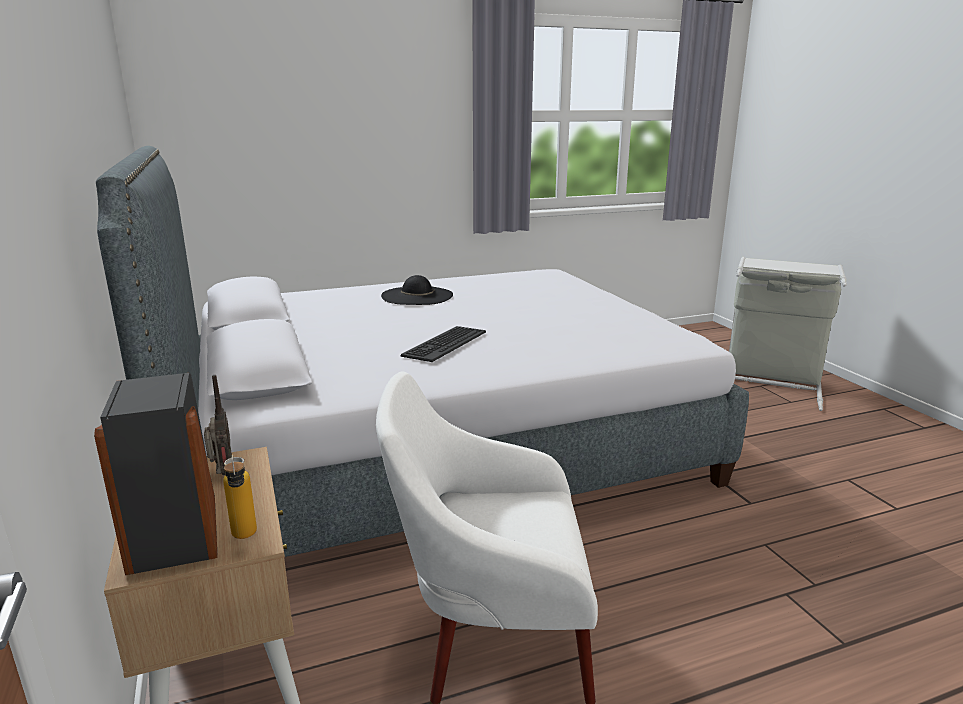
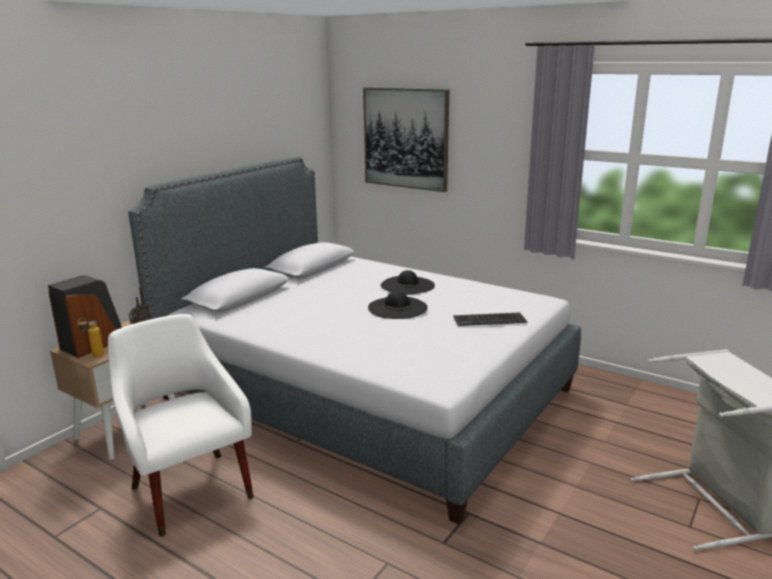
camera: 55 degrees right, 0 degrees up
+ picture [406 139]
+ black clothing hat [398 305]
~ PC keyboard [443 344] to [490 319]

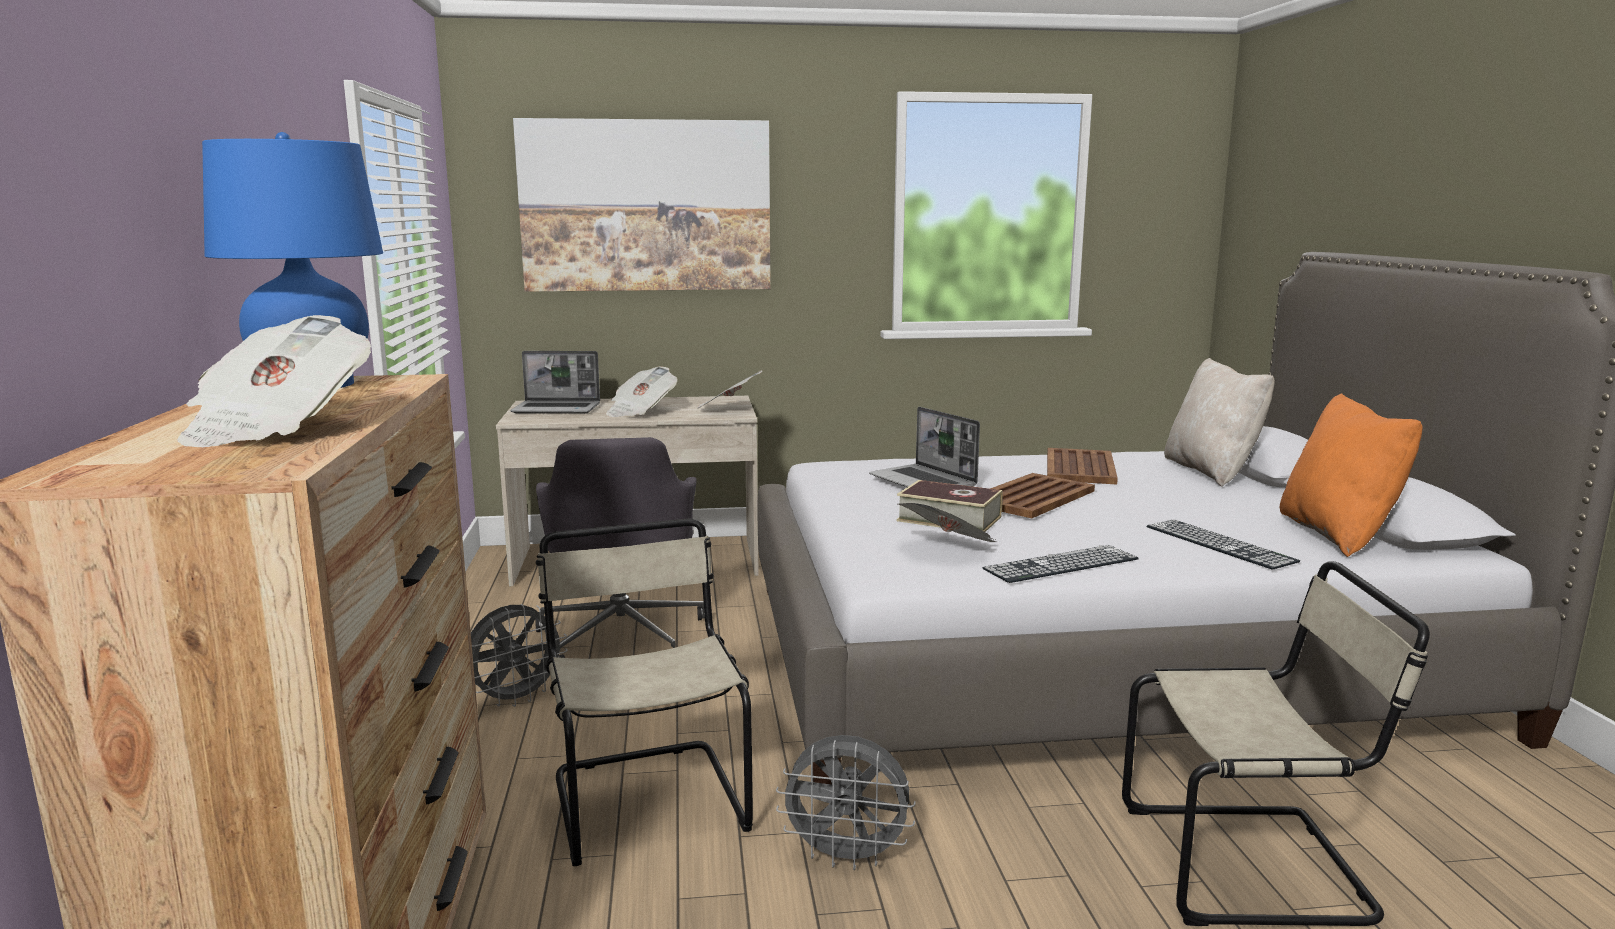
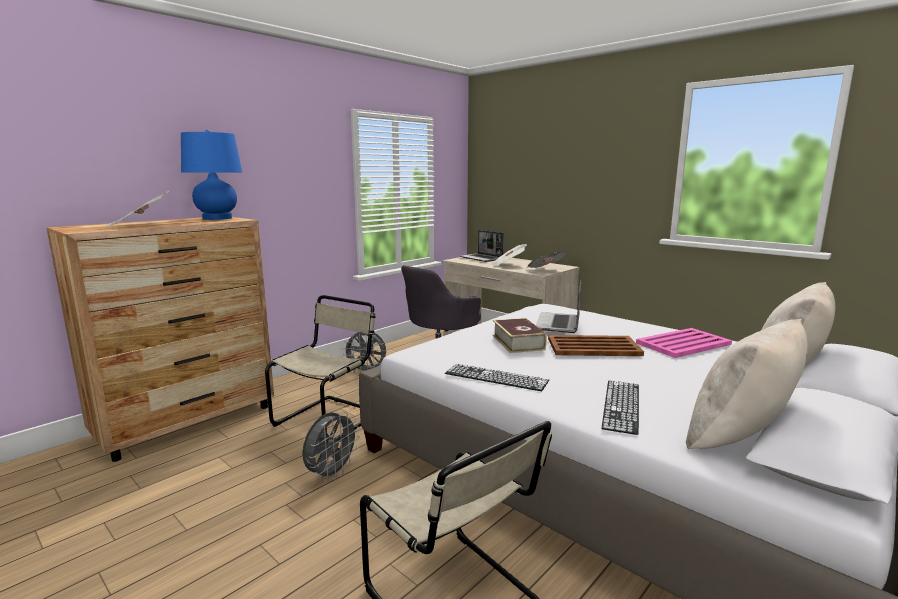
camera: 50 degrees right, 0 degrees up
~ gray electric fan [846 802] = [331 446] 120 degrees counterclockwise
~ brown-coloured serving tray [1082 466] to pink-coloured serving tray [684 343]
~ orangey pillow [1351 475] to beige-coloured pillow [747 384]
- picture [642 205]
- printed paper [947 522]

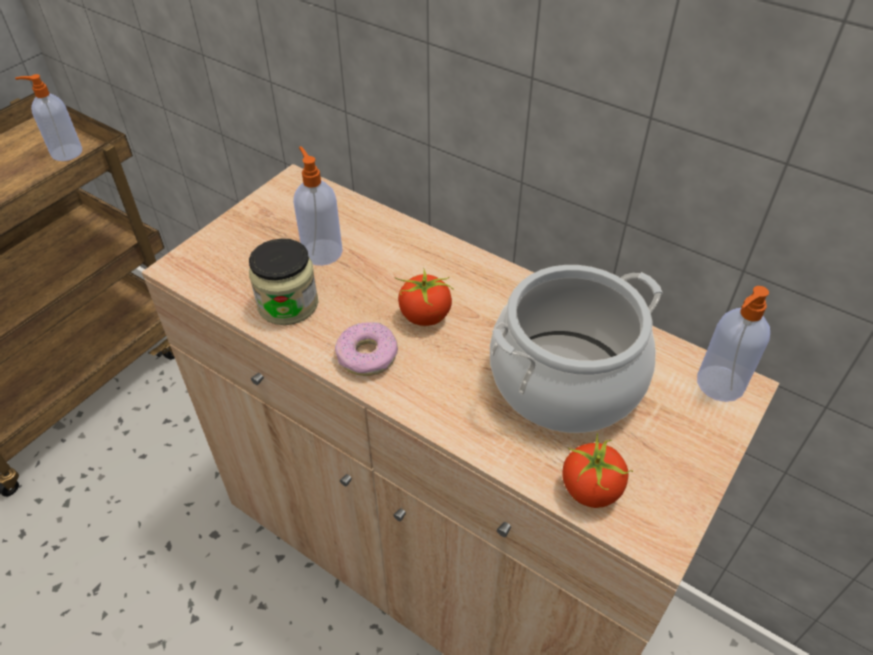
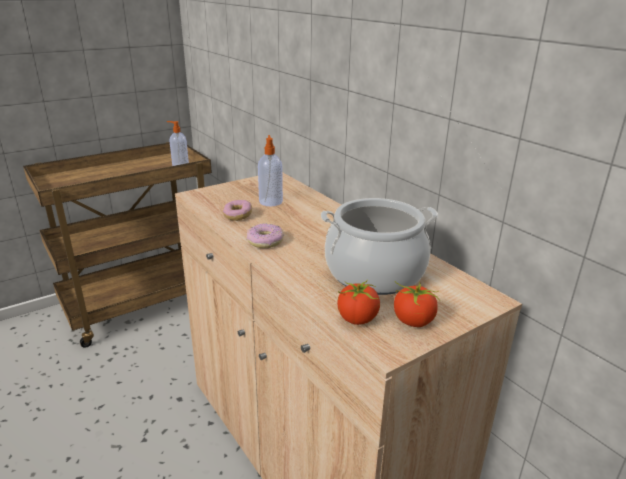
camera: 20 degrees right, 20 degrees down
~ preserve jar [283 282] to donut [237 210]
~ tomato [424 297] to [417 304]
- soap bottle [733 344]

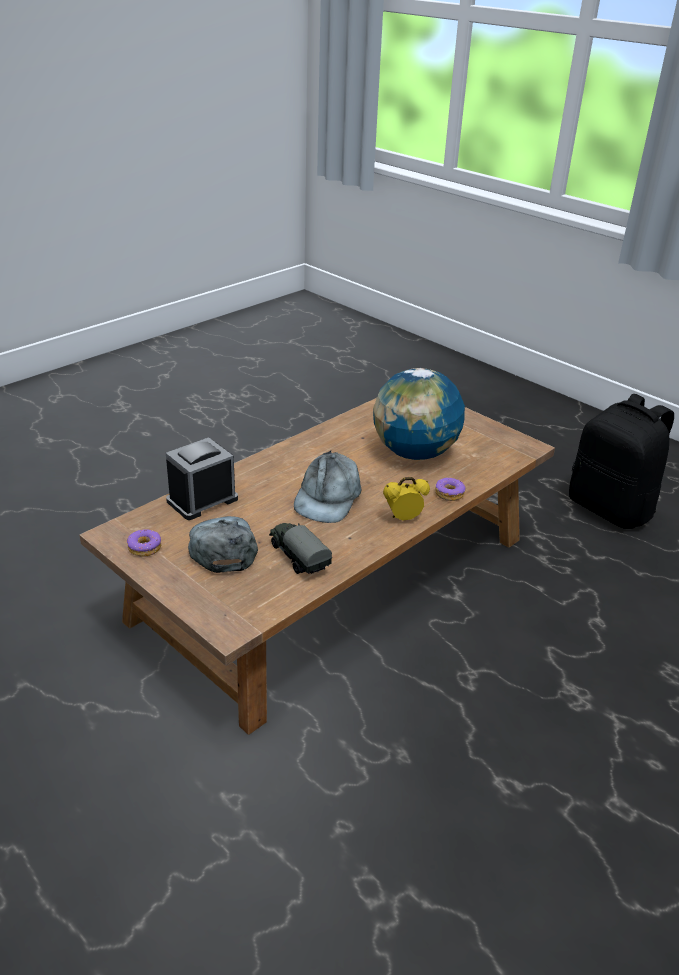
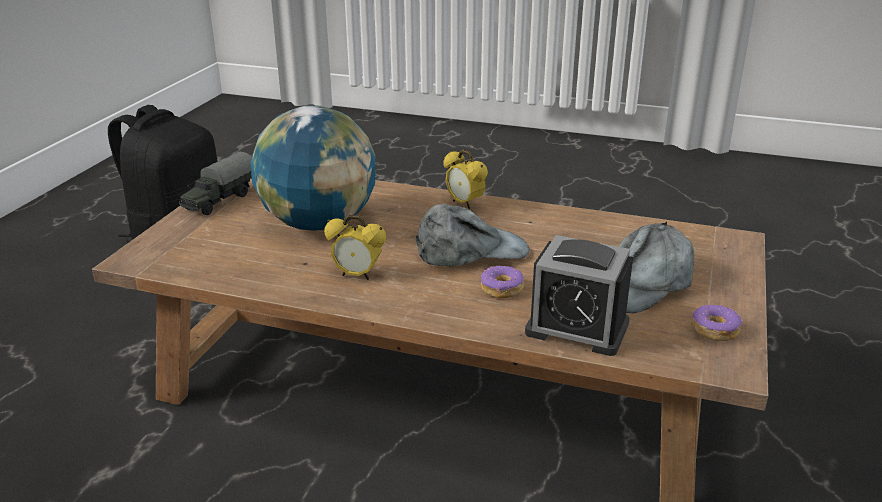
camera: 115 degrees left, 5 degrees down
~ toy truck [300 548] to [216 183]
+ alarm clock [355 247]
~ donut [450 489] to [502 282]

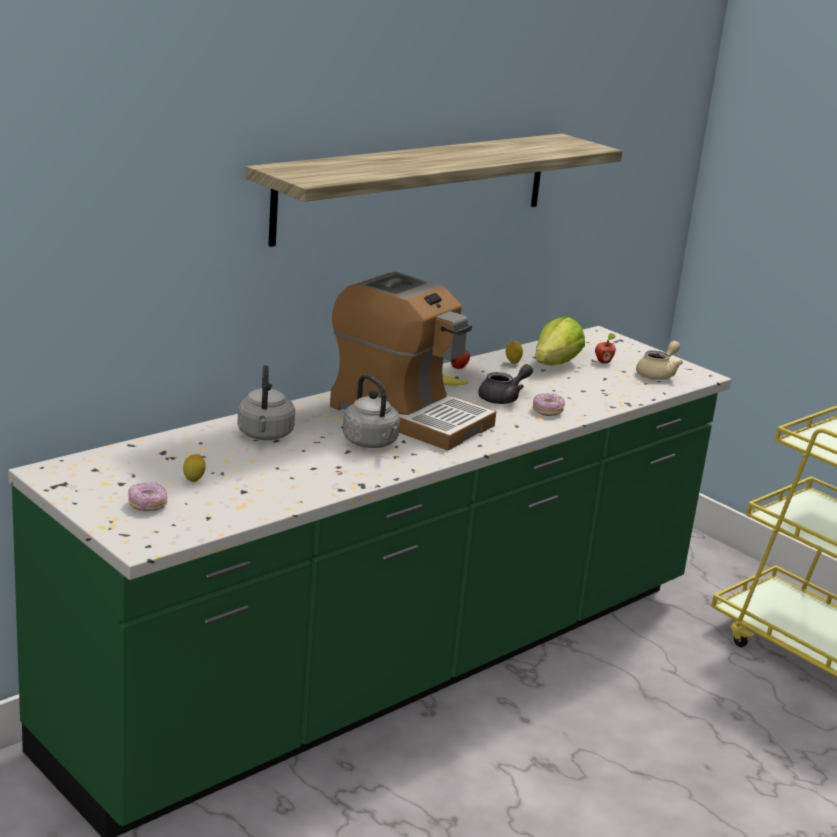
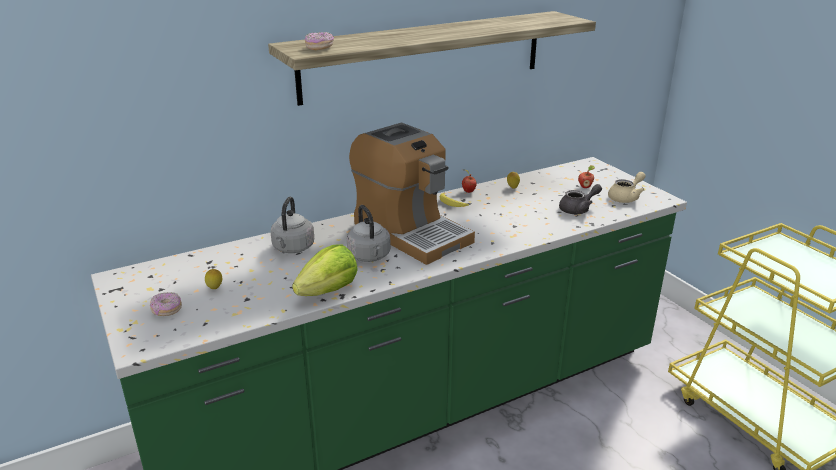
camera: 15 degrees right, 5 degrees up
~ lettuce head [560 341] to [325 270]
~ donut [549 404] to [319 41]
~ gray teapot [505 384] to [580 199]

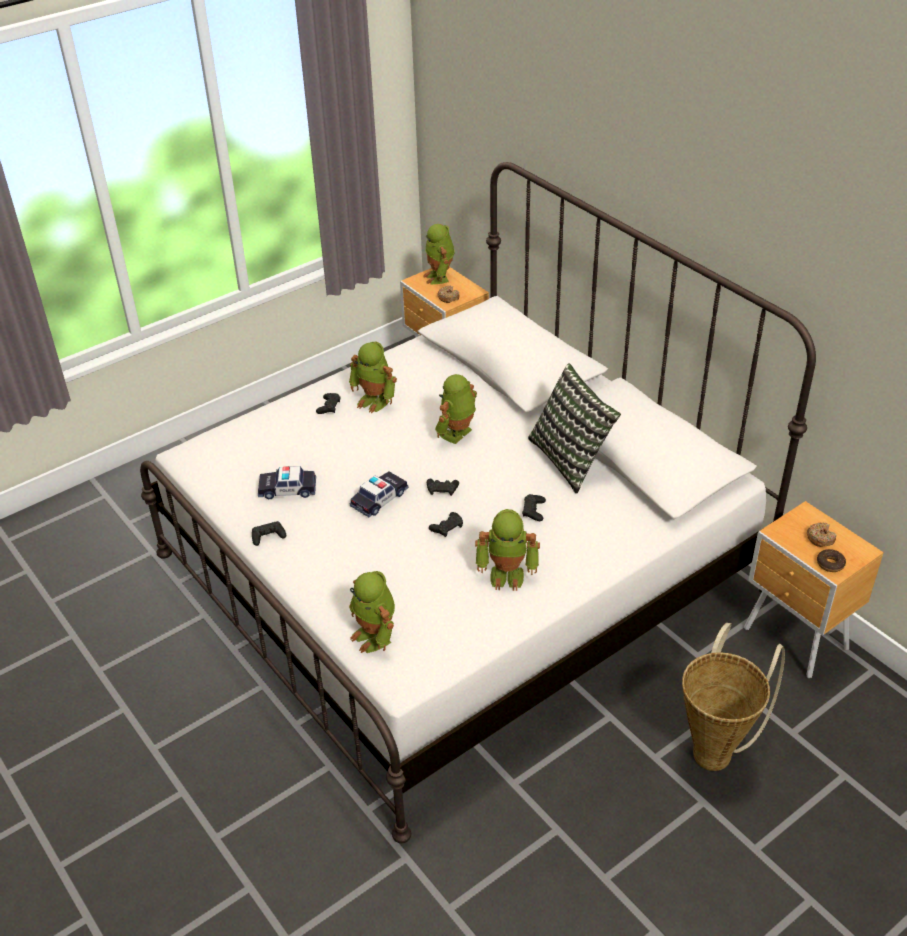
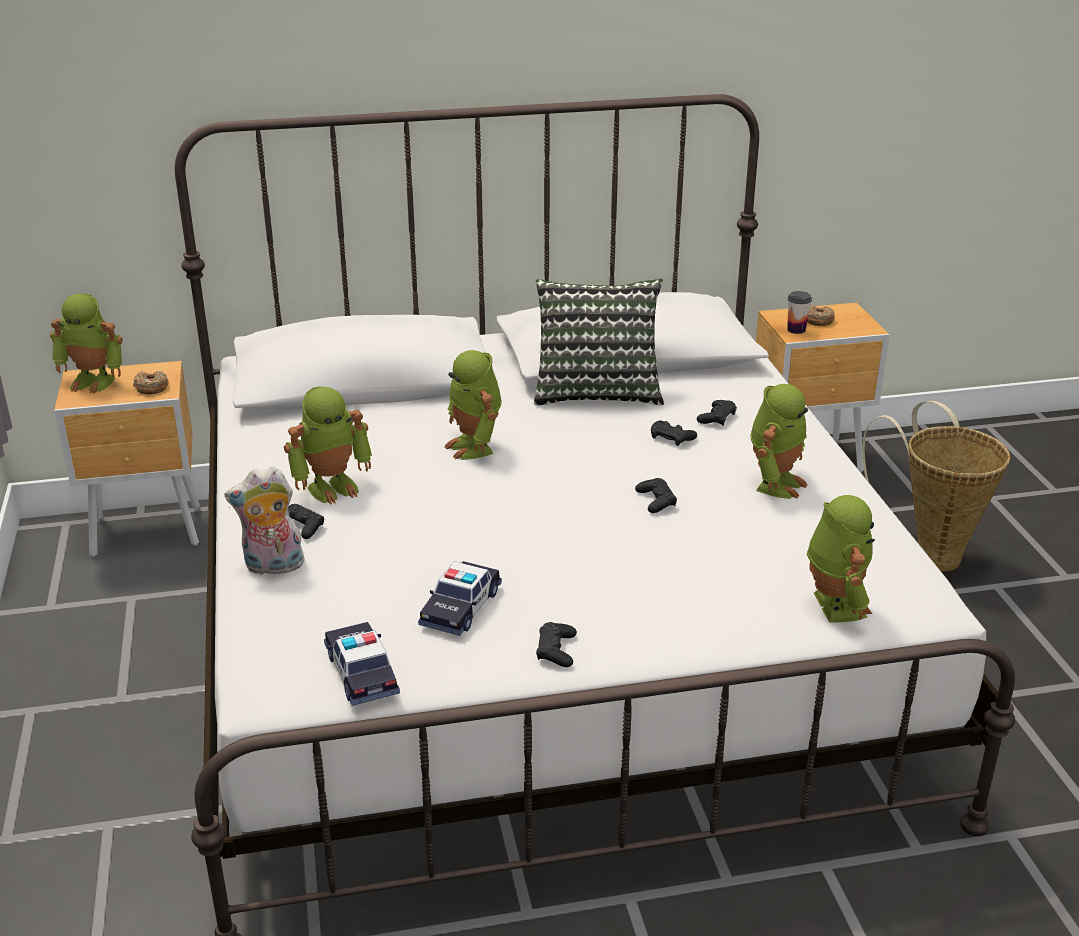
camera: 65 degrees left, 10 degrees down
+ plush toy [264 521]
~ miniature car [379 494] to [362 664]
~ black gamepad [443 487] to [717 413]
+ drinking cup [799 312]
~ robot figure [372 612] = [841 559] 90 degrees counterclockwise
- donut [831 560]

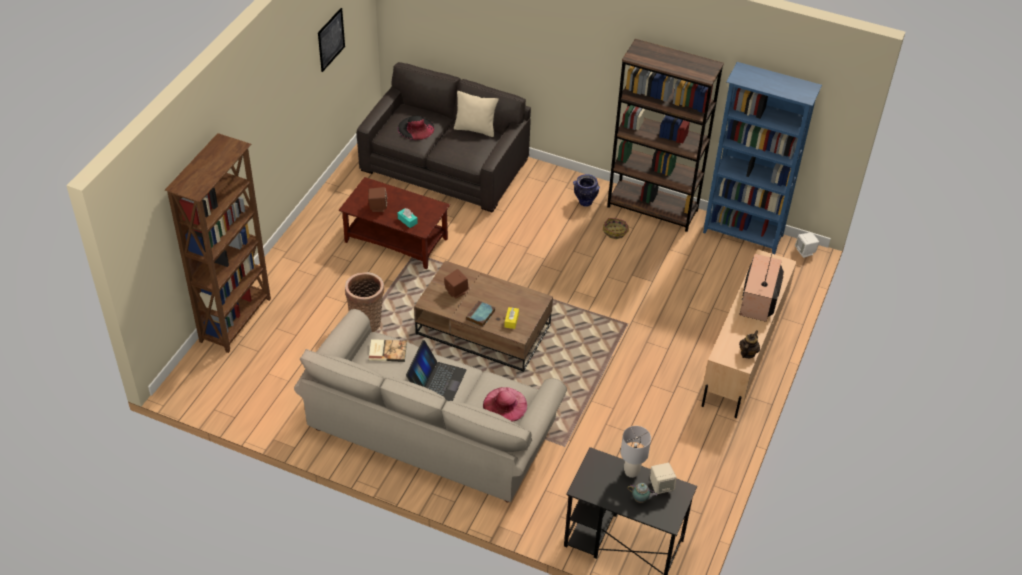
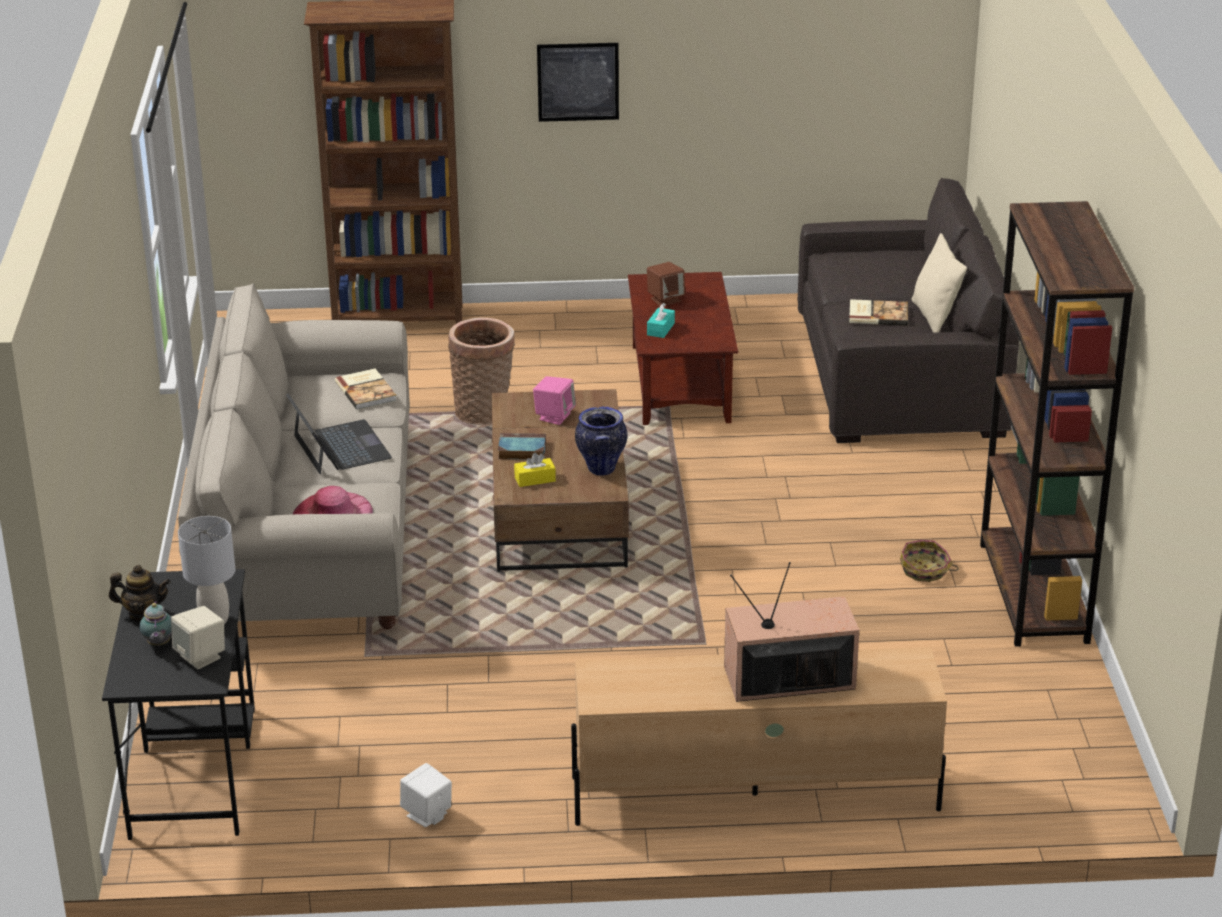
camera: 65 degrees right, 15 degrees down
~ teapot [749 344] to [140 593]
~ portable computer [436 370] = [339 434] 105 degrees counterclockwise
~ whitish loudspeaker [807 245] to [426 795]
~ brown-coloured loudspeaker [456 283] to pink-coloured loudspeaker [554 400]
~ picture [331 40] to [578 82]
~ flower vase [586 190] to [601 441]
+ bound book [878 312]
- black clothing hat [415 128]
- bluish bookshelf [762 158]

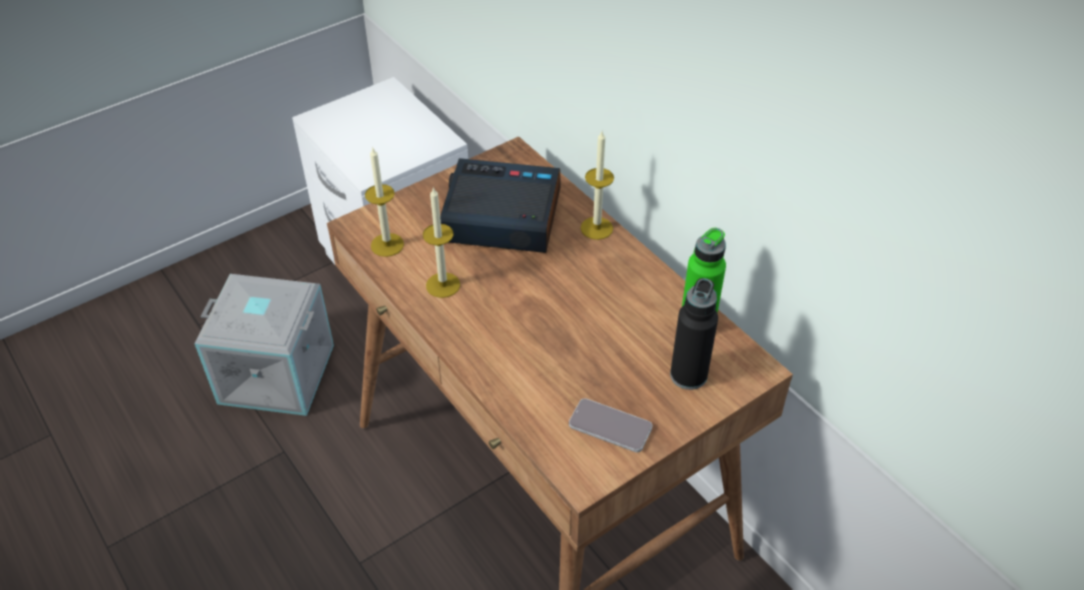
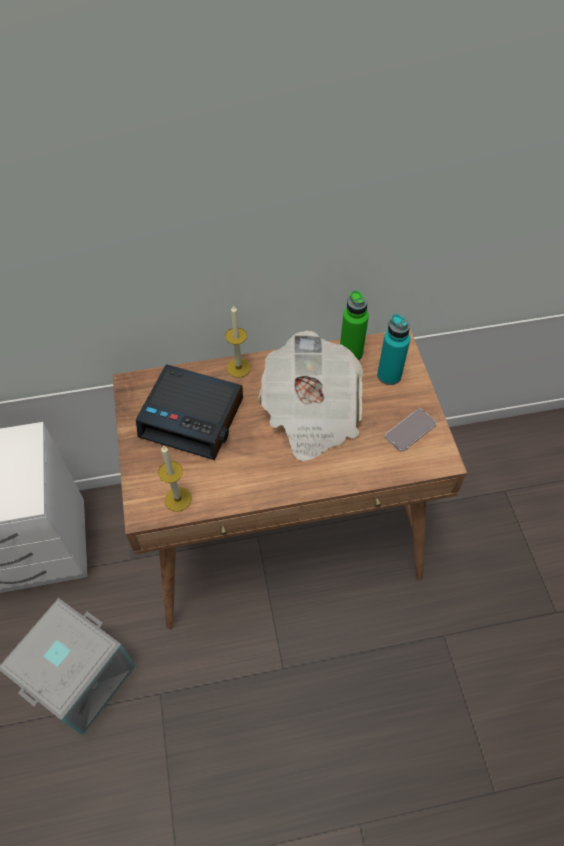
camera: 65 degrees left, 10 degrees up
~ alarm clock [500 205] = [189 412] 105 degrees counterclockwise
+ printed paper [310 396]
~ black bottle [694 334] to turquoise bottle [393 349]
- wax light [441 242]

